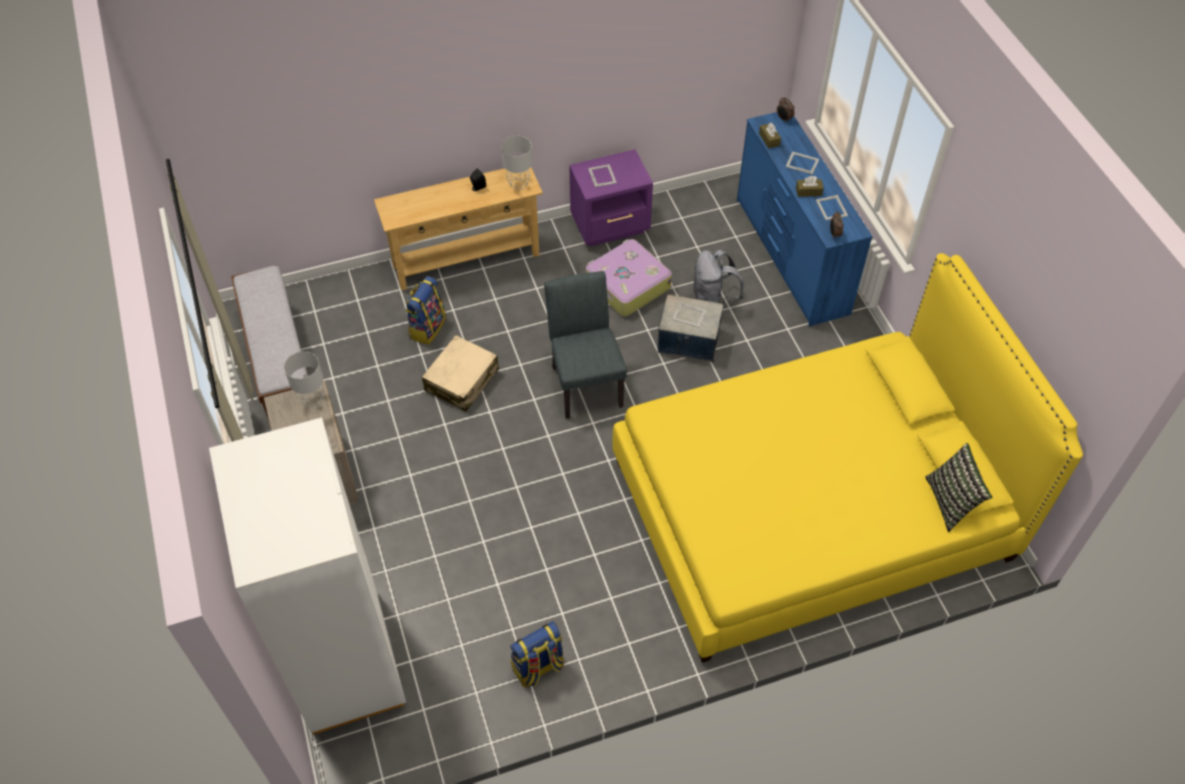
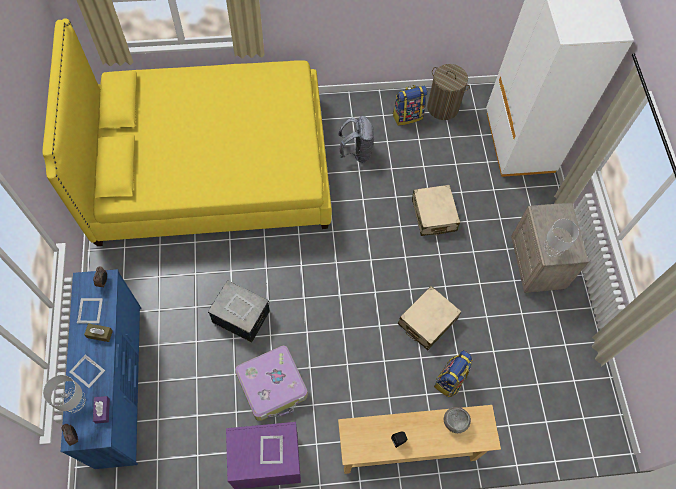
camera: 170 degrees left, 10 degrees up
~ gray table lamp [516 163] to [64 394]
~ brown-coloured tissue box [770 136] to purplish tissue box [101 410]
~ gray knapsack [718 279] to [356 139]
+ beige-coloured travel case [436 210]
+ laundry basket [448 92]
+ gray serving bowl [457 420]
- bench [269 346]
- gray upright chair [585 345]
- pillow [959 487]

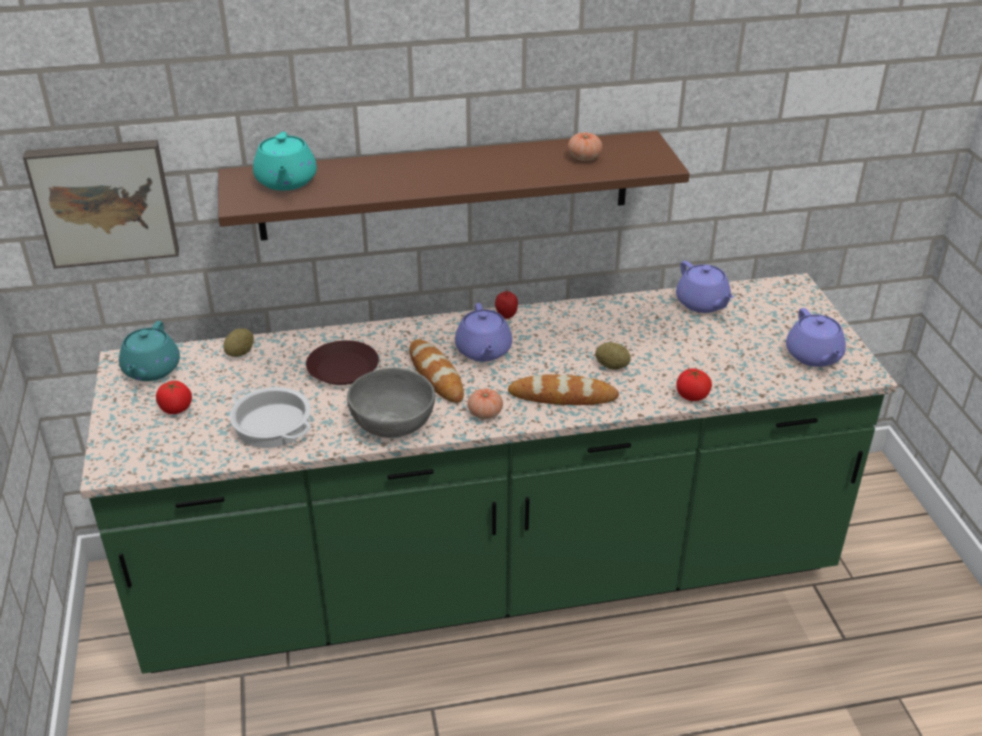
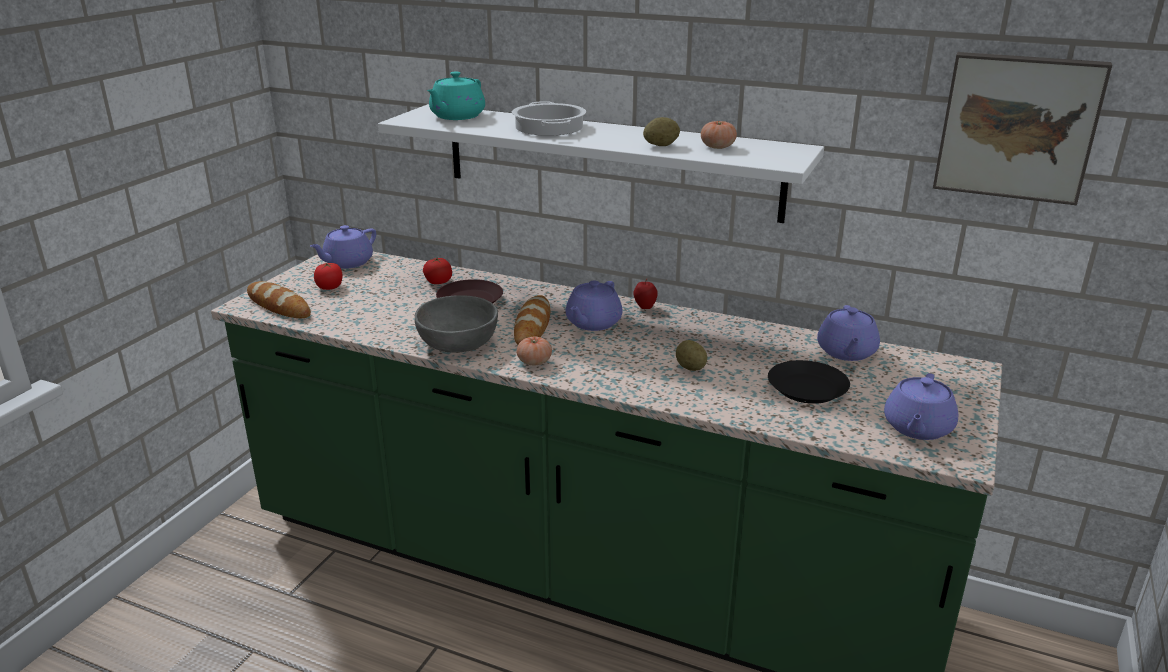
camera: 35 degrees right, 10 degrees down
~ bakery bread [563 389] to [279 299]
~ turquoise teapot [149 351] to purplish teapot [343 247]
~ brown-coloured wall shelf [454 186] to whitish wall shelf [601 163]
~ tomato [694 384] to [437 270]
~ cooking pot [270 417] to [549 118]
~ spud [238 343] to [661 131]
+ black plate [809 382]
~ picture [101 204] to [1022 128]

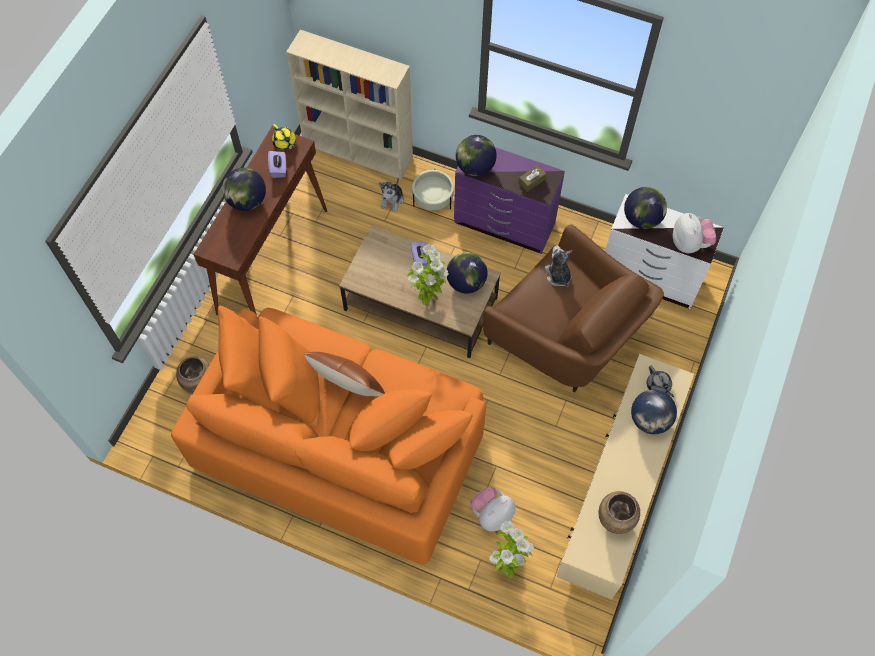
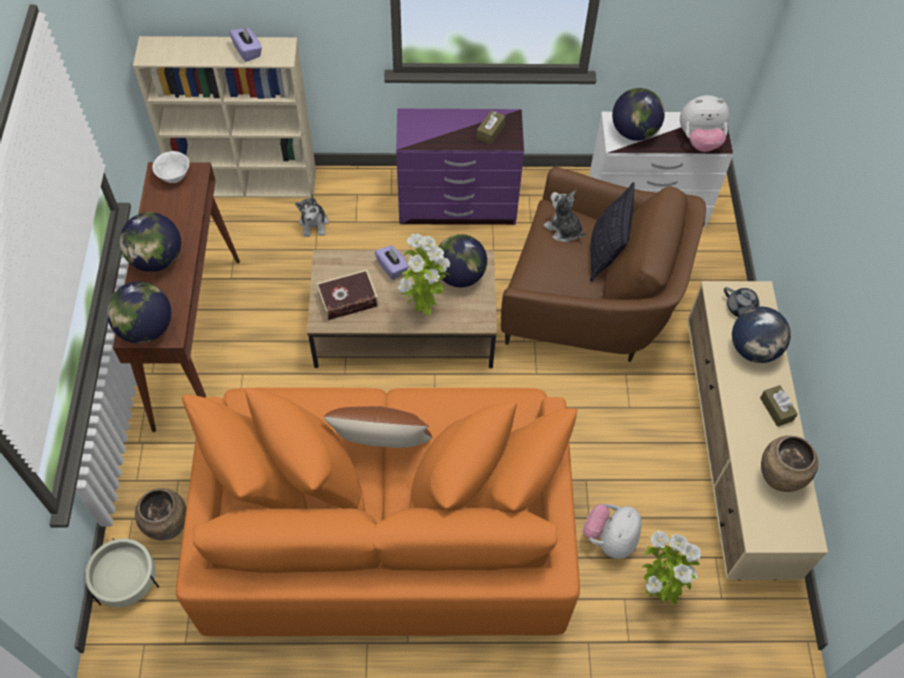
camera: 25 degrees left, 5 degrees down
~ beige-coloured plant pot [433 190] to [122 572]
~ globe [476 155] to [139 312]
~ yellow teapot [284 137] to whitish serving bowl [170 167]
~ purplish tissue box [277 164] to [245 44]
+ bound book [347 295]
+ pillow [612 232]
~ plush toy [694 233] = [704 123] 120 degrees clockwise
+ brown-coloured tissue box [779 406]

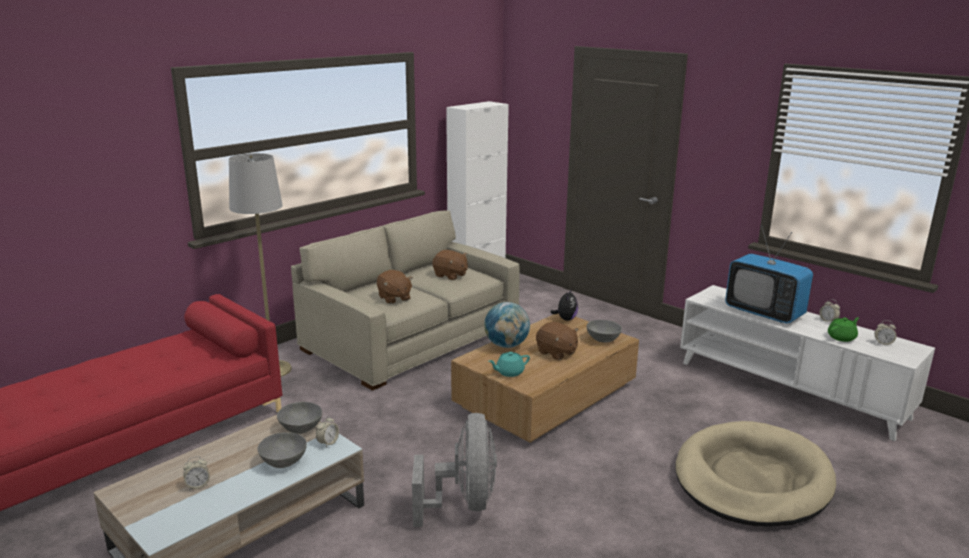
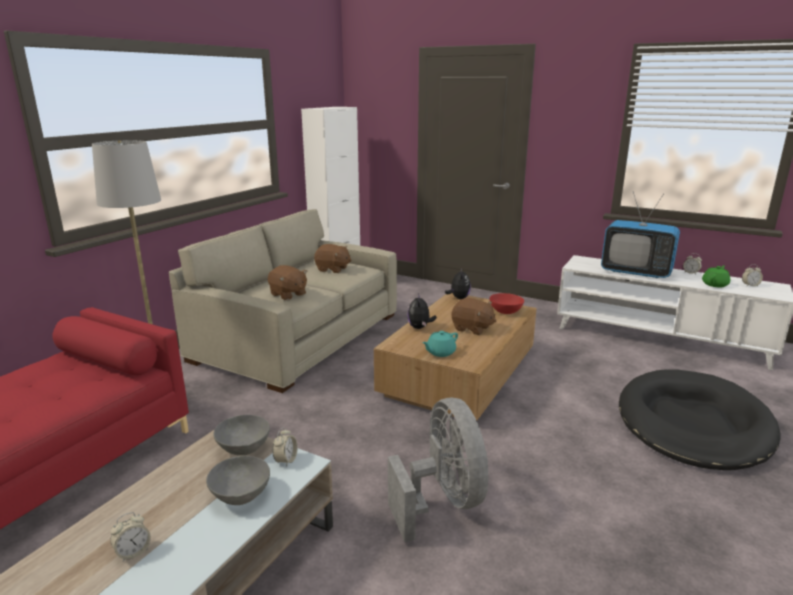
camera: 15 degrees left, 0 degrees up
~ globe [507 325] to plush toy [422 311]
~ gray serving bowl [604 331] to red serving bowl [507 303]
~ beige-coloured dog bed [756 473] to black dog bed [699 419]

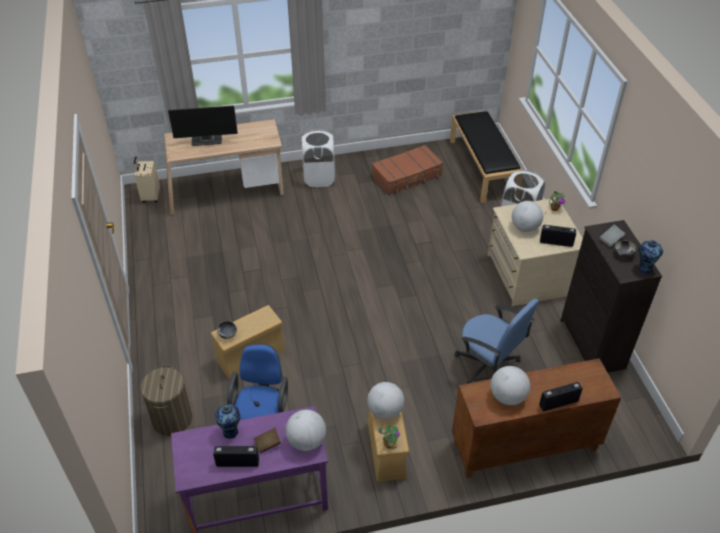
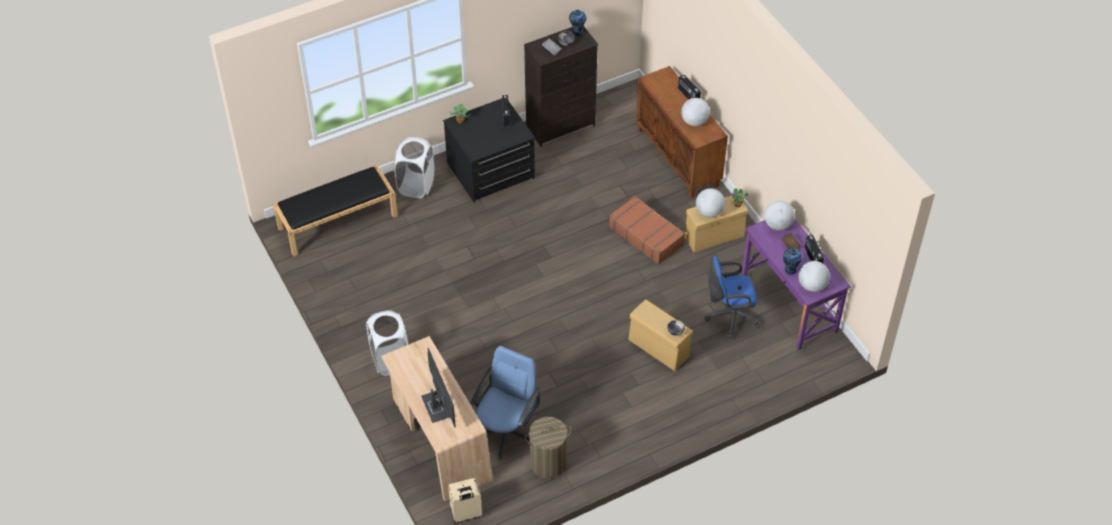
camera: 105 degrees left, 5 degrees up
~ beige-coloured chest of drawers [535 252] to black chest of drawers [489 151]
~ bluish desk chair [497 341] to [506 403]
~ laundry basket [166 400] to [548 447]
~ brown-coloured travel case [407 170] to [647 230]
~ globe [527 216] to [814 276]

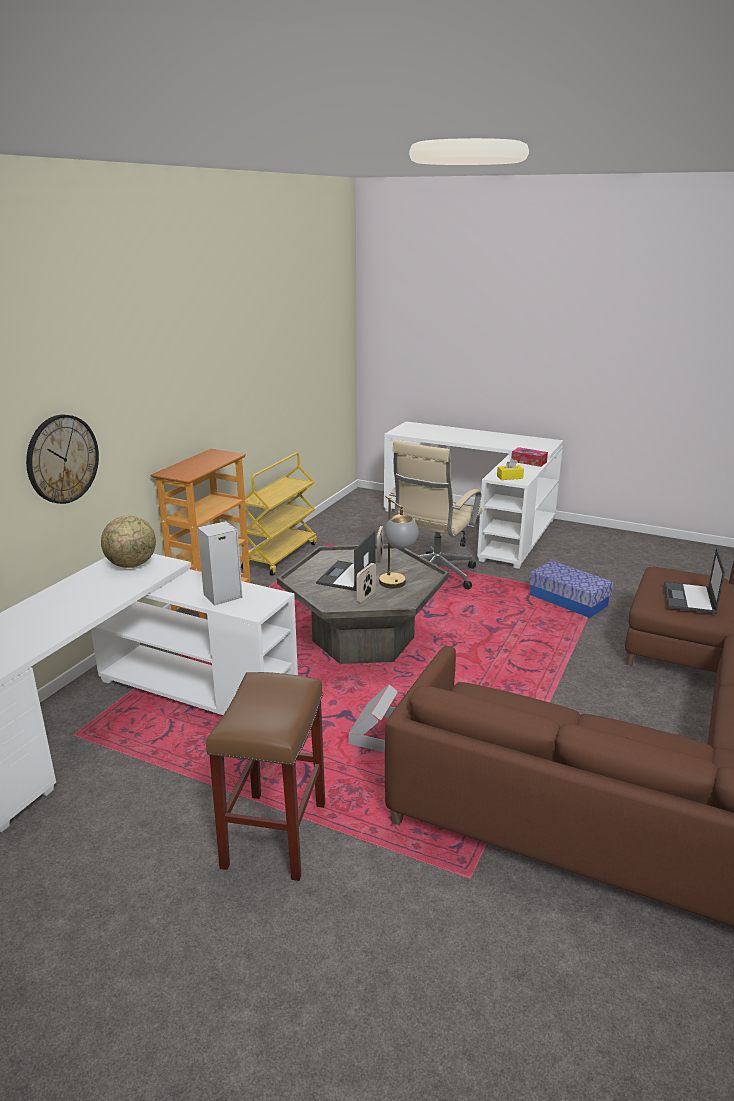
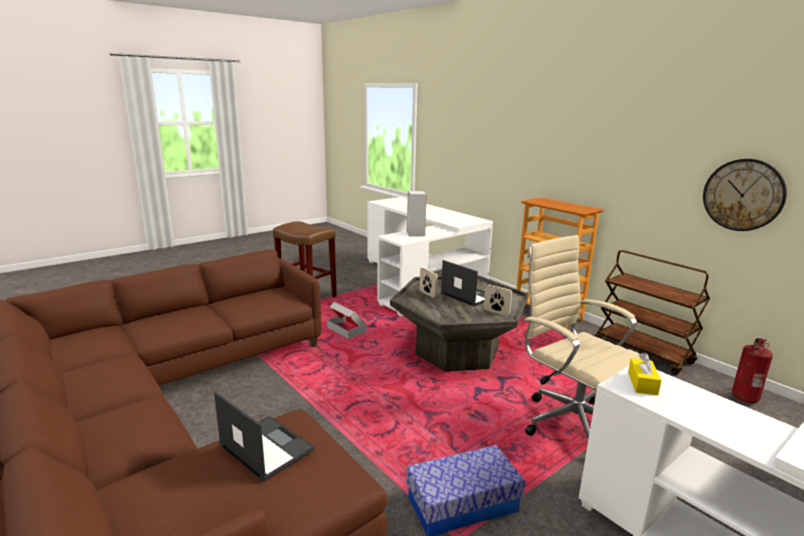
camera: 115 degrees right, 5 degrees down
~ yellow cart [279 514] to brown-coloured cart [652 312]
~ hanging clock [62 459] to [745 195]
+ extinguisher [752 371]
- globe [128 542]
- table lamp [399 542]
- tissue box [529 457]

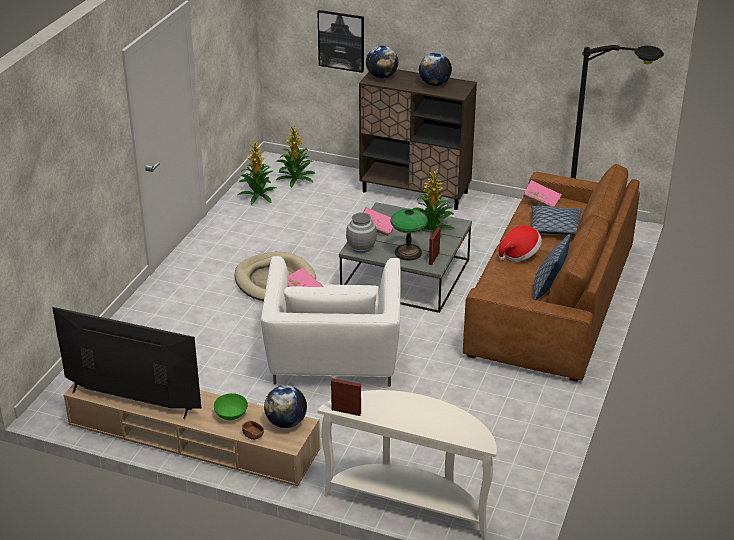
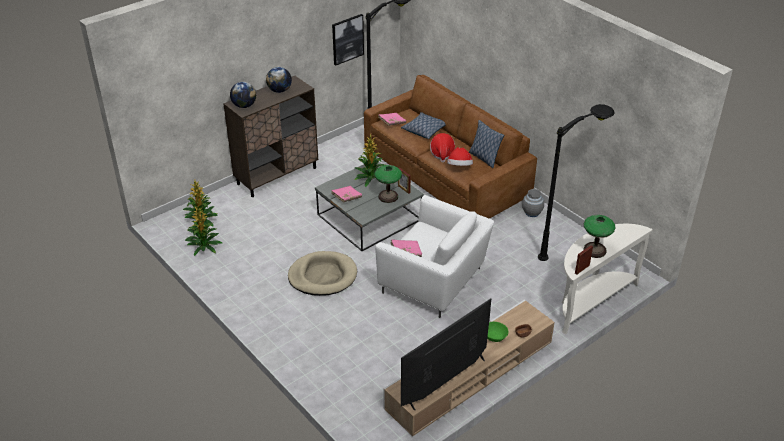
camera: 60 degrees left, 5 degrees up
~ picture [340 41] to [348 40]
+ clothing hat [460 156]
~ gray flower vase [361 232] to [533 203]
+ black standard lamp [576 182]
+ table lamp [599 236]
- globe [285 406]

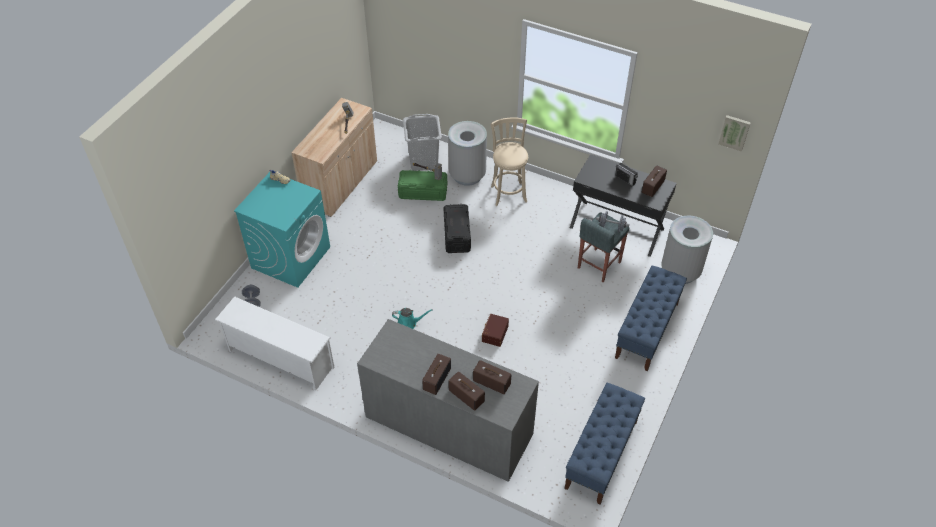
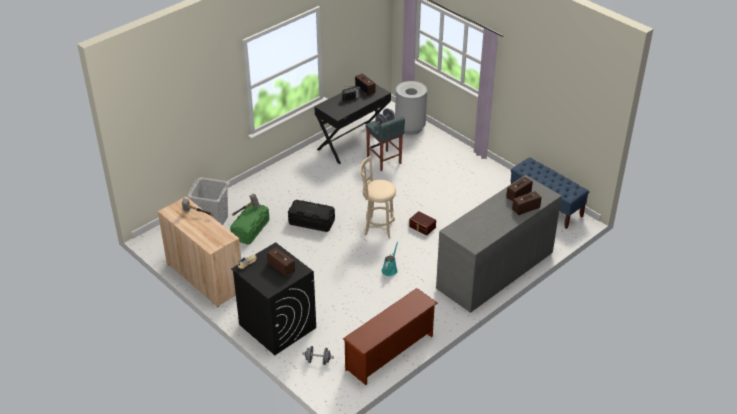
camera: 70 degrees left, 10 degrees down
~ turquoise laundry machine [282 229] to black laundry machine [273 298]
~ radio set [436 374] to [281 261]
~ whitish shoe stand [275 343] to brown-coloured shoe stand [390 336]
~ beige-coloured stool seat [509 161] to [378 197]
- gray trash can [467 153]
- bluish bench [651 318]
- picture [735 133]

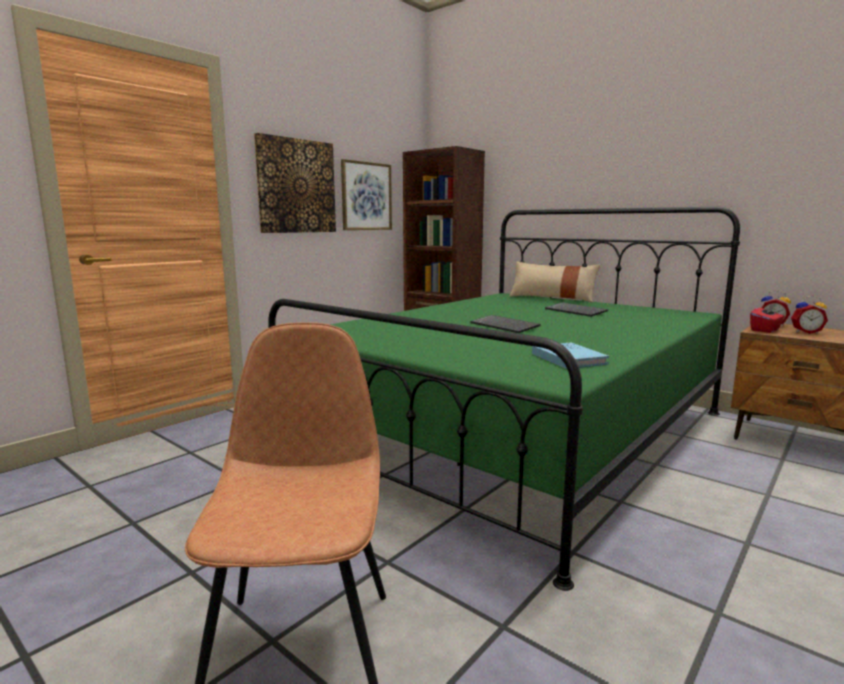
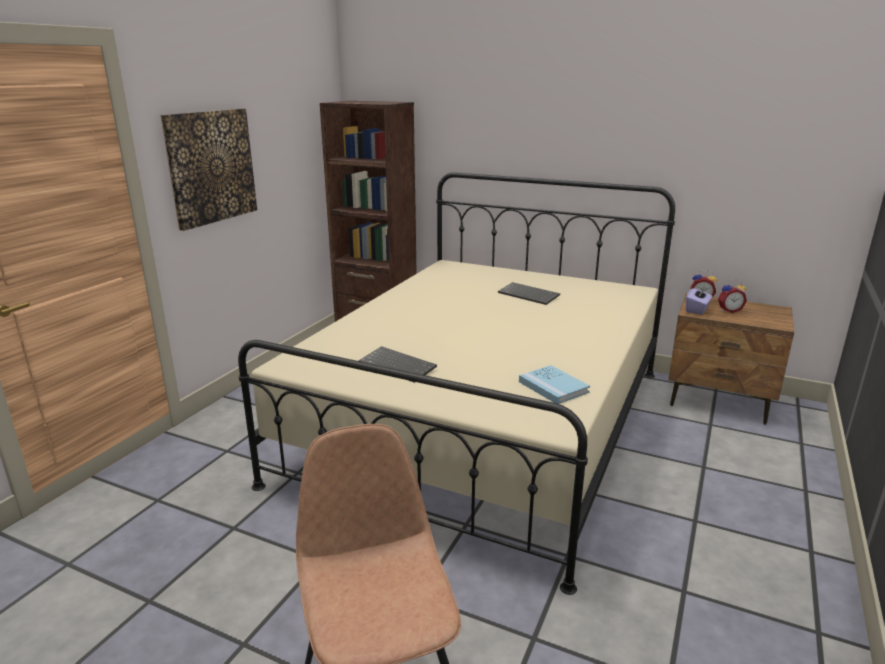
camera: 15 degrees left, 10 degrees up
~ green bedroom bed [504 399] to beige-coloured bedroom bed [456 384]
~ PC keyboard [505 324] to [398 364]
~ red tissue box [767 318] to purplish tissue box [699 301]
- picture [366 194]
- beige-coloured pillow [554 282]

